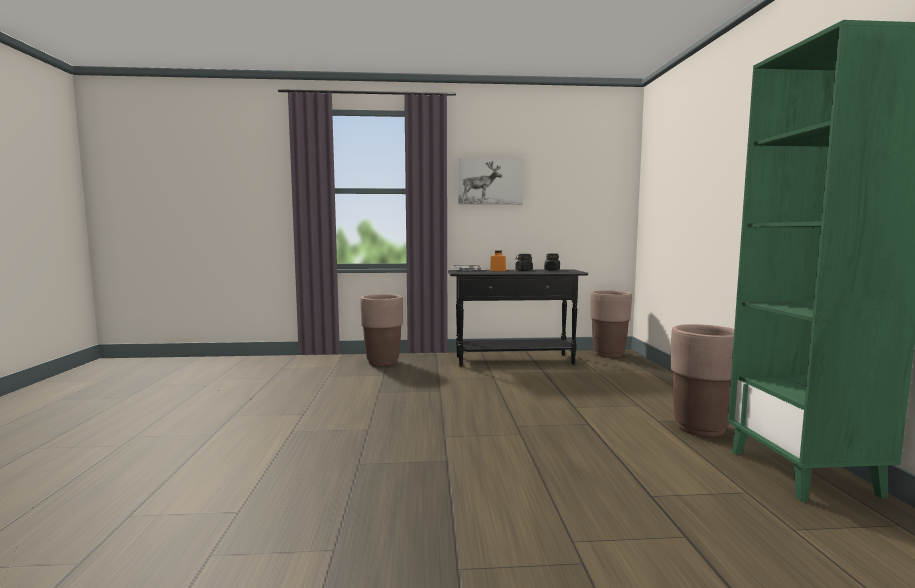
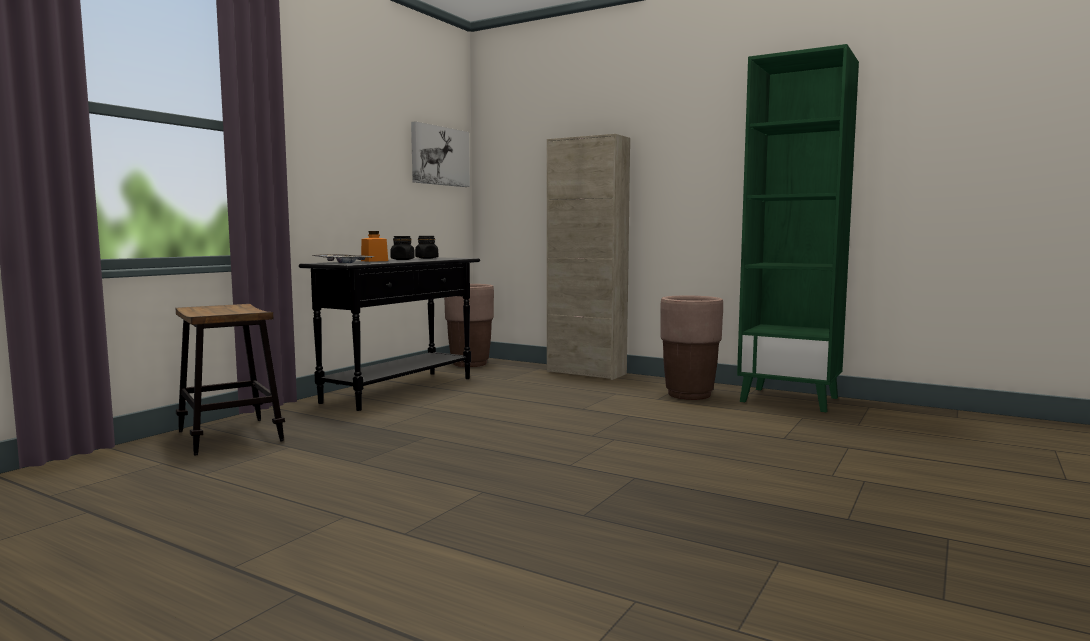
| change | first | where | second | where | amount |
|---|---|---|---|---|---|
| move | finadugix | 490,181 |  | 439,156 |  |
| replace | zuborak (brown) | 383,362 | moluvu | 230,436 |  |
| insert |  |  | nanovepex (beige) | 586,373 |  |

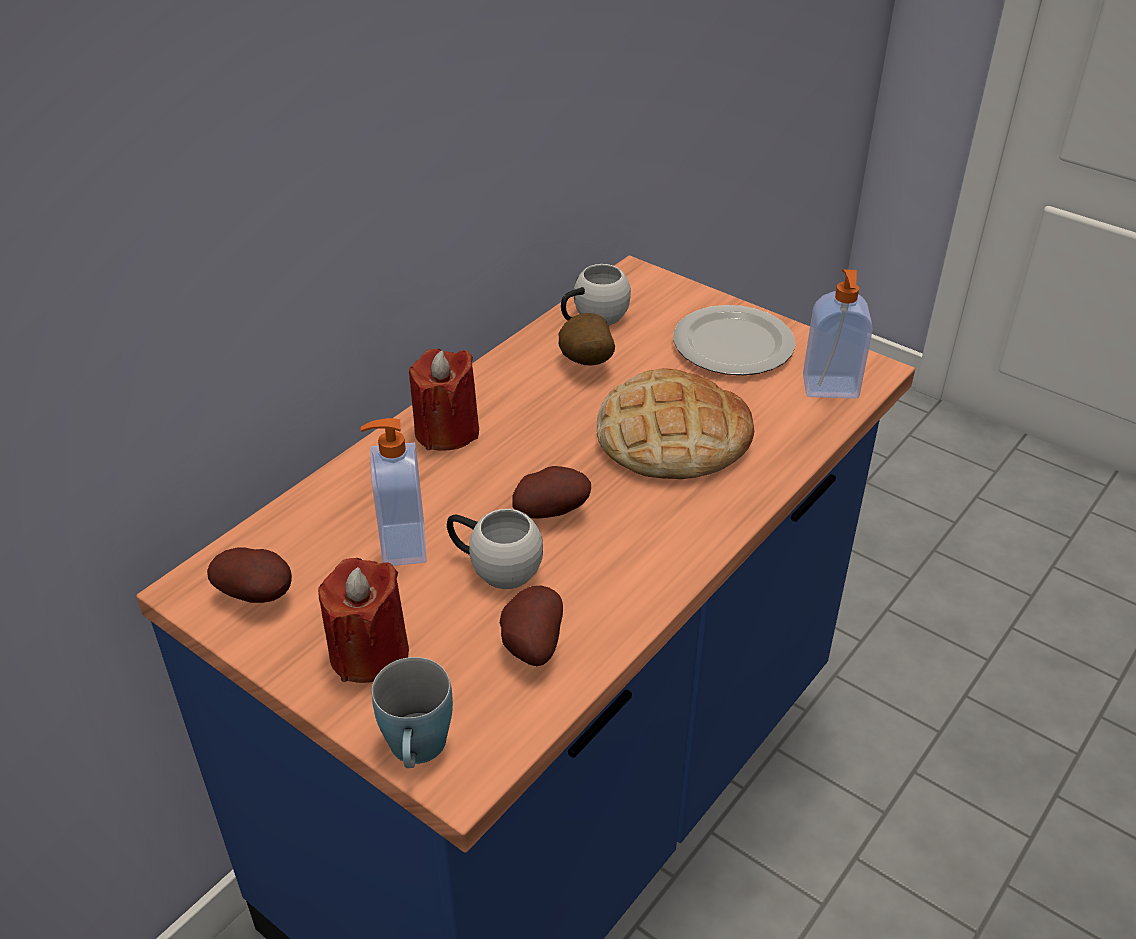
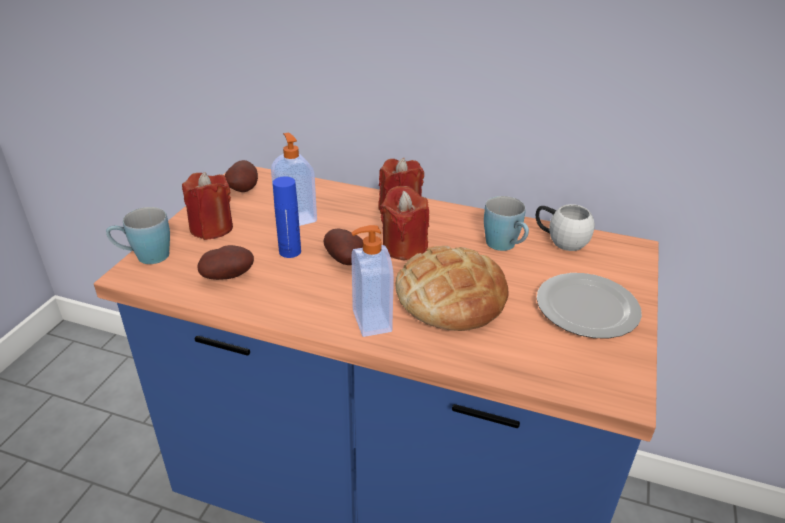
| change | first | where | second | where | amount |
|---|---|---|---|---|---|
| move | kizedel | 830,388 |  | 370,321 |  |
| replace | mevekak | 585,364 | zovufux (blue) | 505,246 |  |
| replace | zovufux (white) | 494,566 | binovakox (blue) | 290,251 |  |
| insert |  |  | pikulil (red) | 404,247 |  |

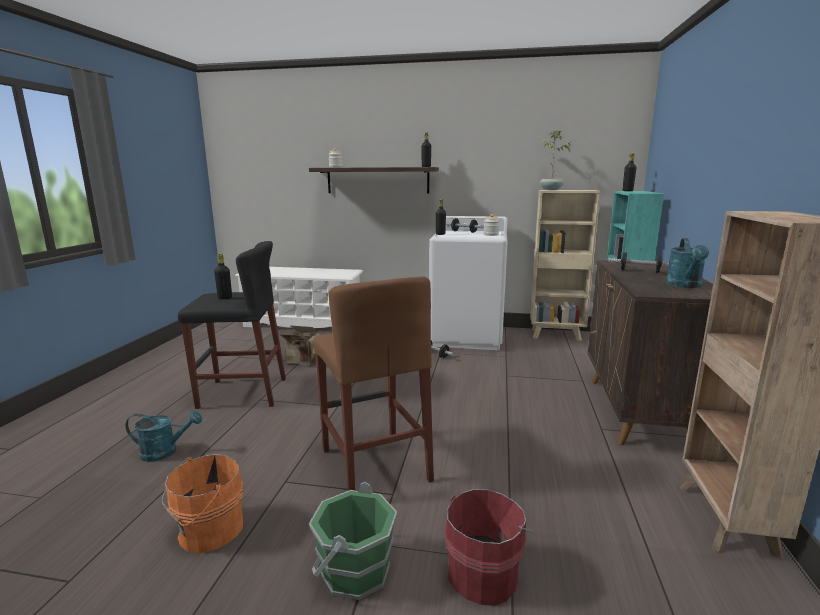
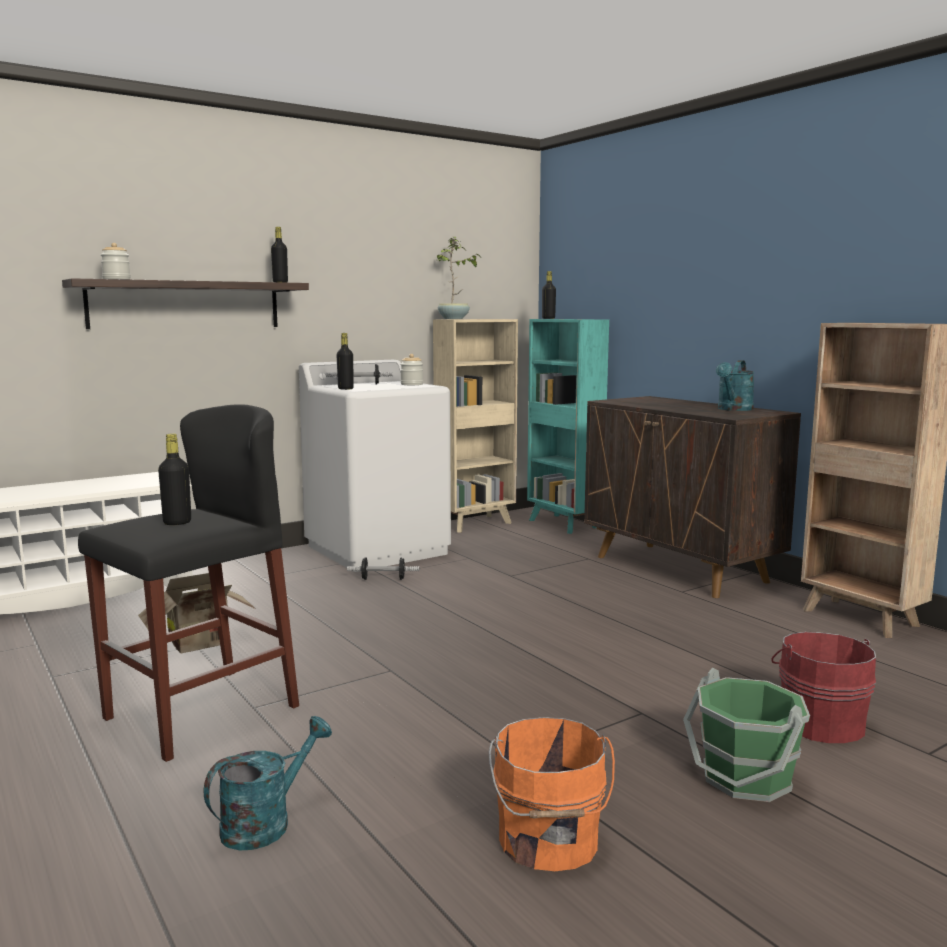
| change | first | where | second | where | amount |
|---|---|---|---|---|---|
| rotate | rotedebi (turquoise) | 685,286 |  | 733,409 | 60 degrees clockwise |
| delete | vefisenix | 640,271 |  |  |  |
| delete | moluvu (brown) | 375,464 |  |  |  |

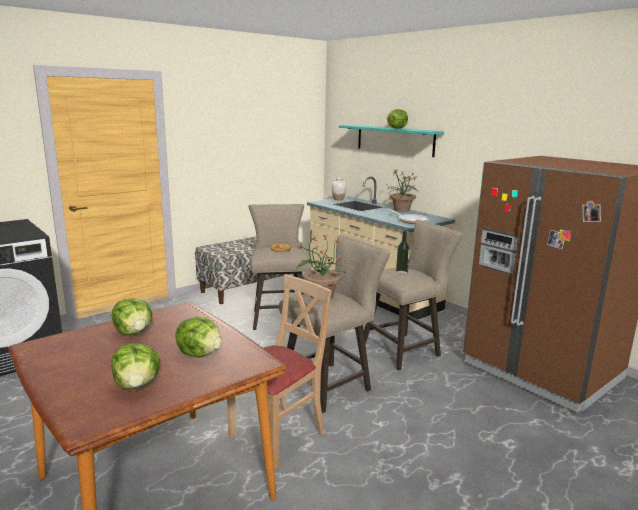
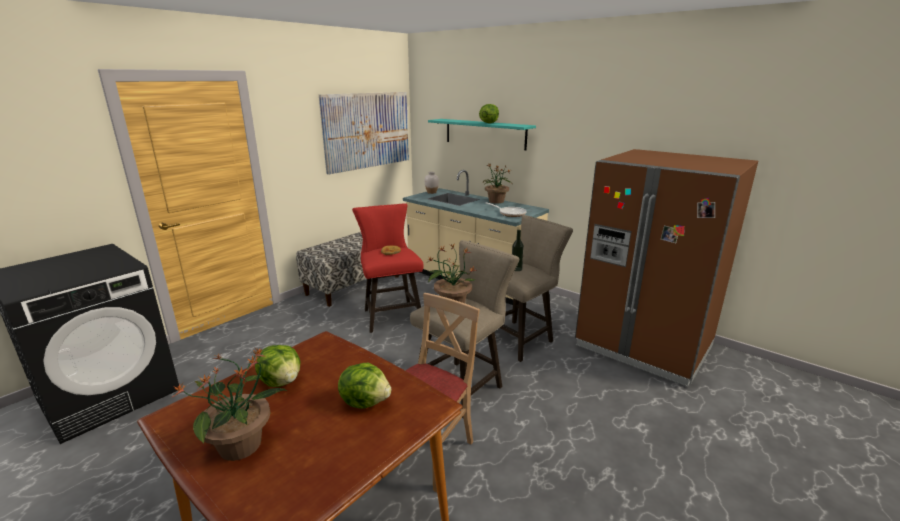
| change | first | where | second | where | amount |
|---|---|---|---|---|---|
| recolor | moluvu (beige) | 279,316 | moluvu (red) | 391,314 |  |
| delete | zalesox | 137,385 |  |  |  |
| insert |  |  | finadugix | 367,130 |  |
| insert |  |  | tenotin | 242,445 |  |

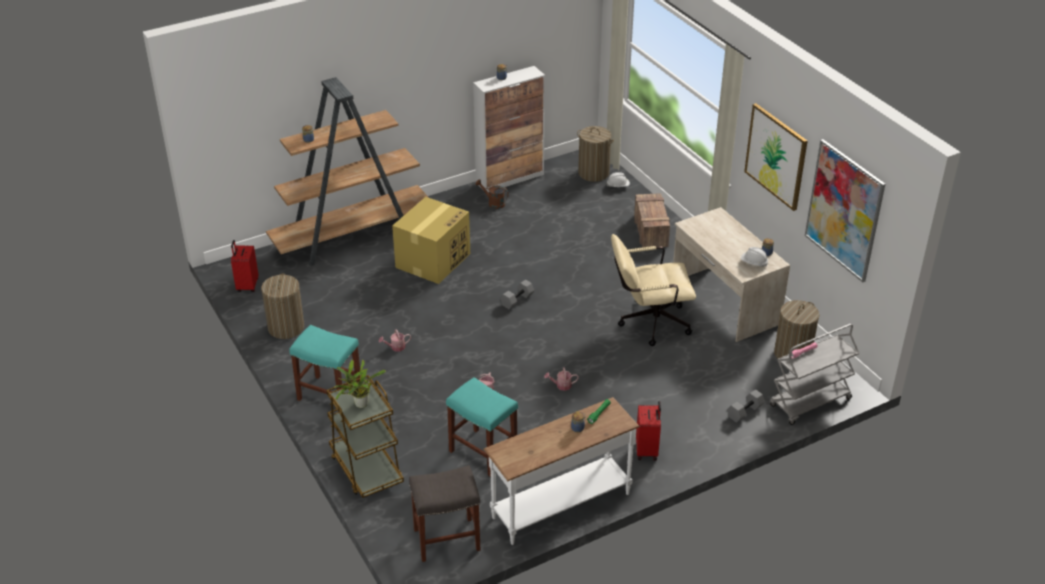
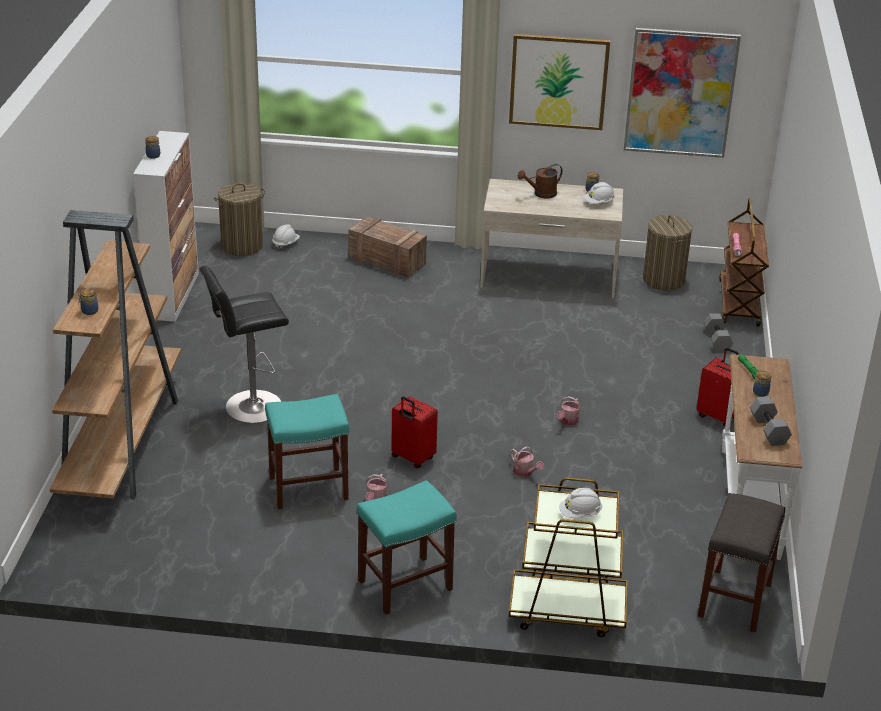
| change | first | where | second | where | amount |
|---|---|---|---|---|---|
| move | rotedebi (brown) | 493,203 |  | 541,194 |  |
| replace | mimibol | 433,260 | moluvu (black) | 249,407 |  |
| delete | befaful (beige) | 648,323 |  |  |  |
| move | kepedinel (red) | 247,286 |  | 412,458 |  |
| delete | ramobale | 286,327 |  |  |  |
| move | vefisenix (grey) | 517,299 |  | 767,430 |  |
| recolor | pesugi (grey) | 810,403 | pesugi (brown) | 739,304 |  |
| replace | tenotin | 359,405 | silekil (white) | 580,514 |  |
| move | moluvu (turquoise) | 482,452 |  | 307,488 |  |

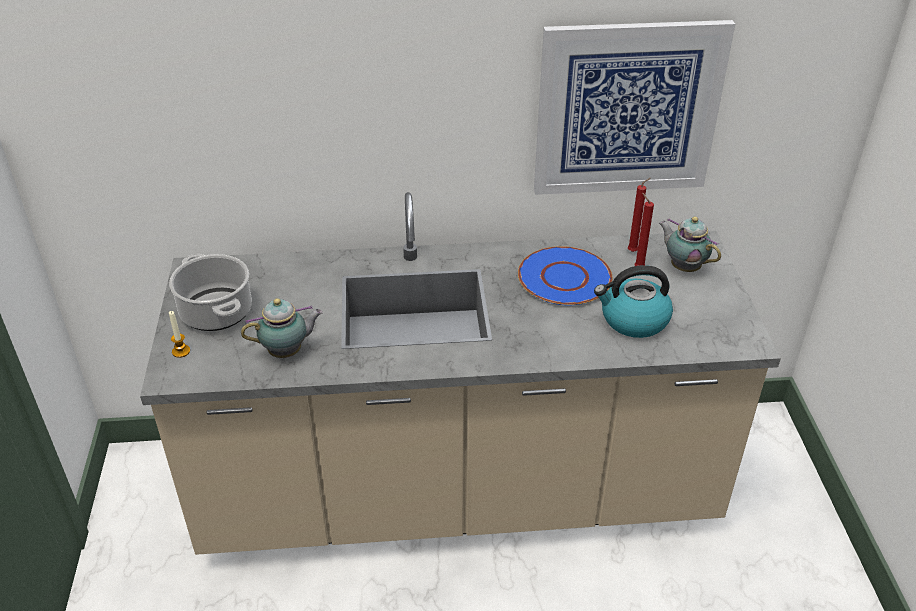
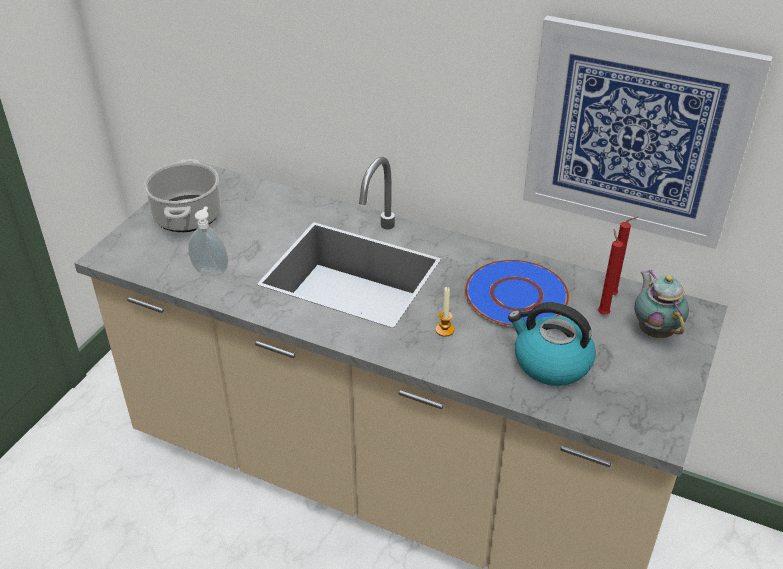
| change | first | where | second | where | amount |
|---|---|---|---|---|---|
| replace | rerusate | 287,352 | kizedel | 211,270 |  |
| move | pikulil | 181,351 |  | 444,330 |  |

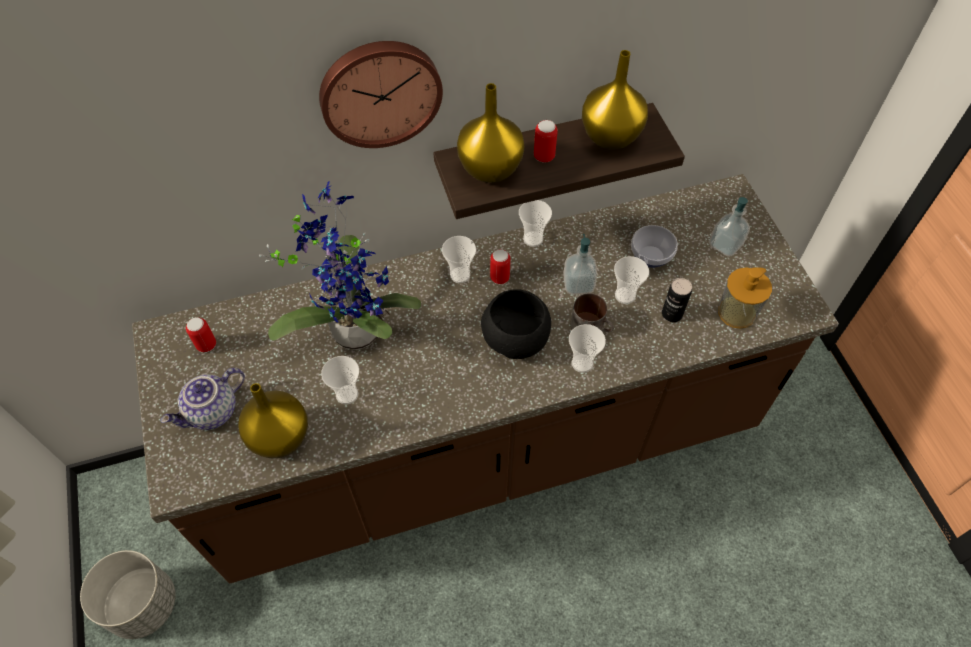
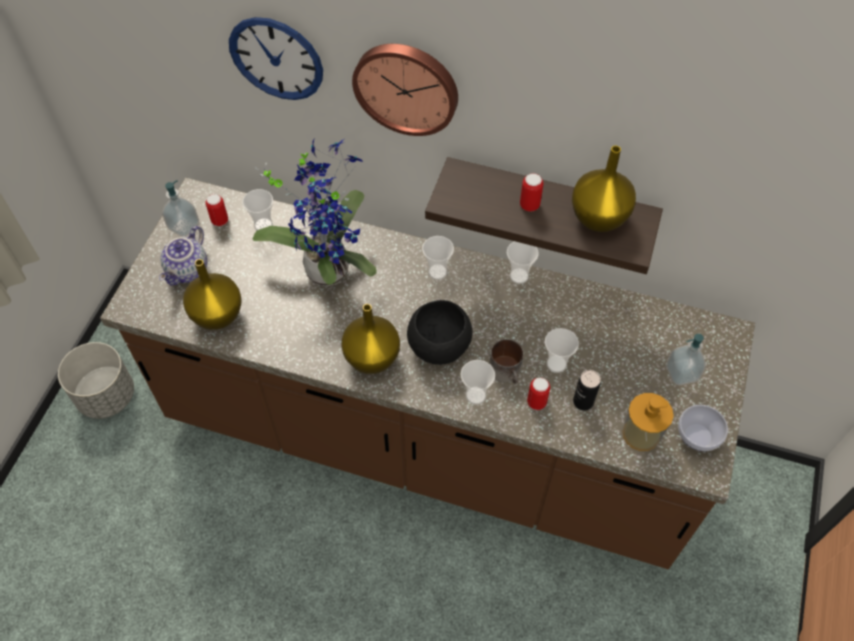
| change | first | where | second | where | amount |
|---|---|---|---|---|---|
| move | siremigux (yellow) | 489,170 |  | 370,358 |  |
| move | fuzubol | 649,257 |  | 696,436 |  |
| move | kizedel | 578,284 |  | 184,226 |  |
| move | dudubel | 499,278 |  | 536,402 |  |
| move | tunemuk | 347,394 |  | 263,225 |  |
| rotate | rerusate | 213,412 |  | 188,271 | 60 degrees counterclockwise |
| insert |  |  | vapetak | 276,58 |  |

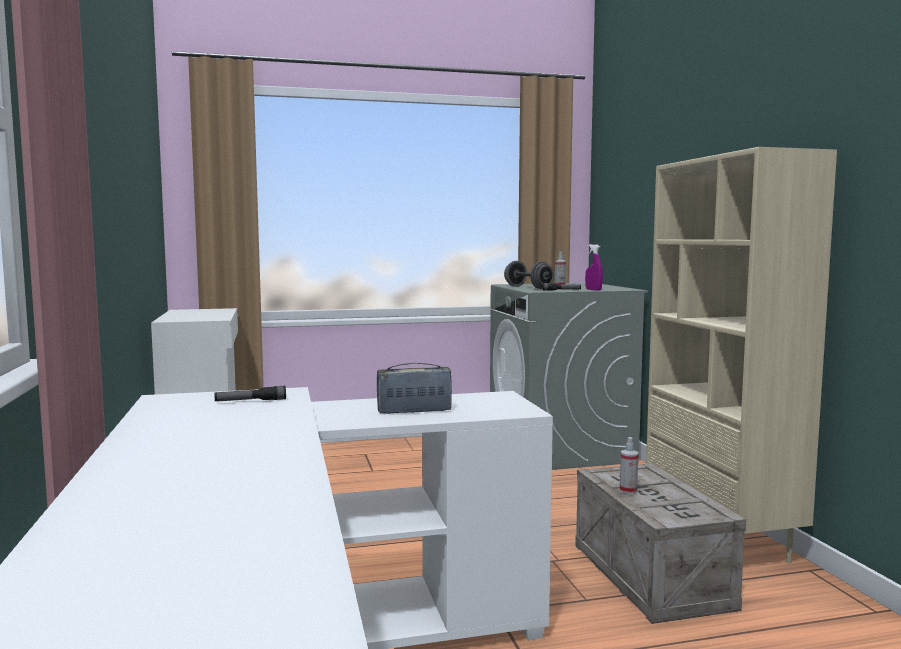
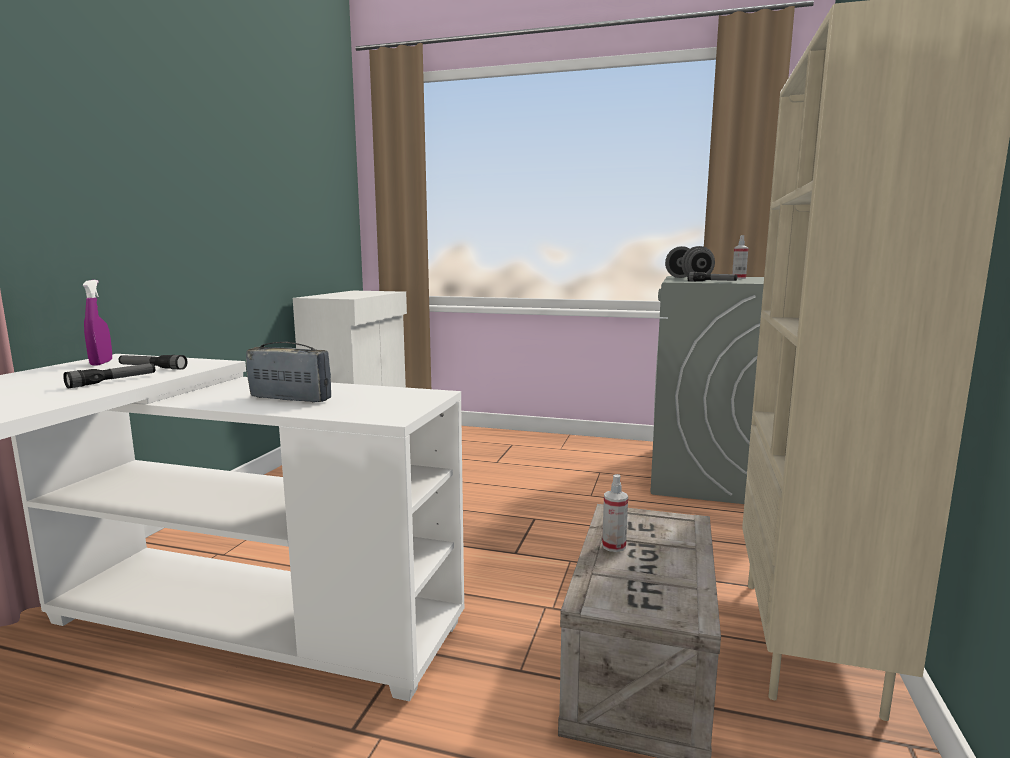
| change | first | where | second | where | amount |
|---|---|---|---|---|---|
| move | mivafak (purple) | 593,290 |  | 101,363 |  |
| insert |  |  | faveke | 113,381 |  |

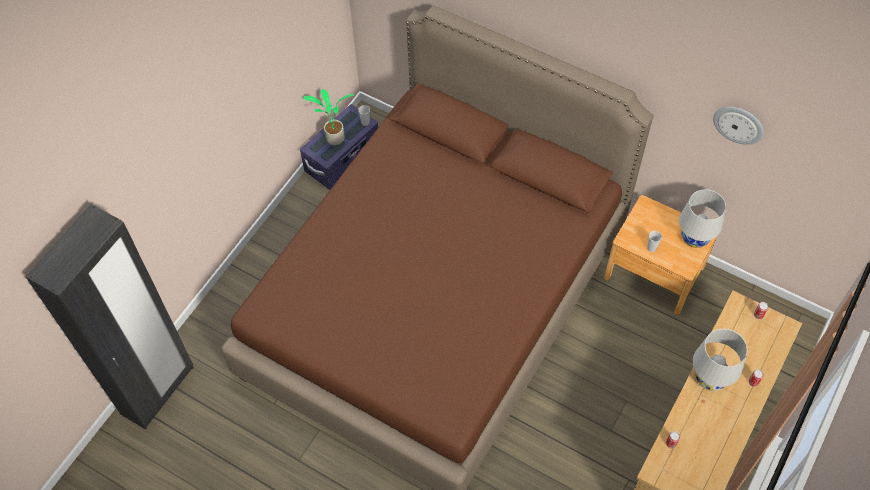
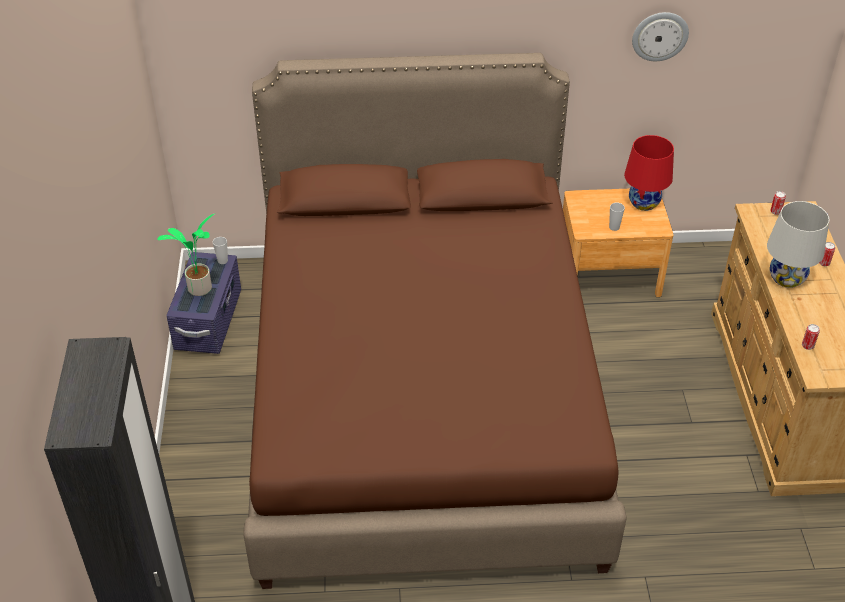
| change | first | where | second | where | amount |
|---|---|---|---|---|---|
| recolor | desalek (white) | 694,238 | desalek (red) | 644,203 |  |

